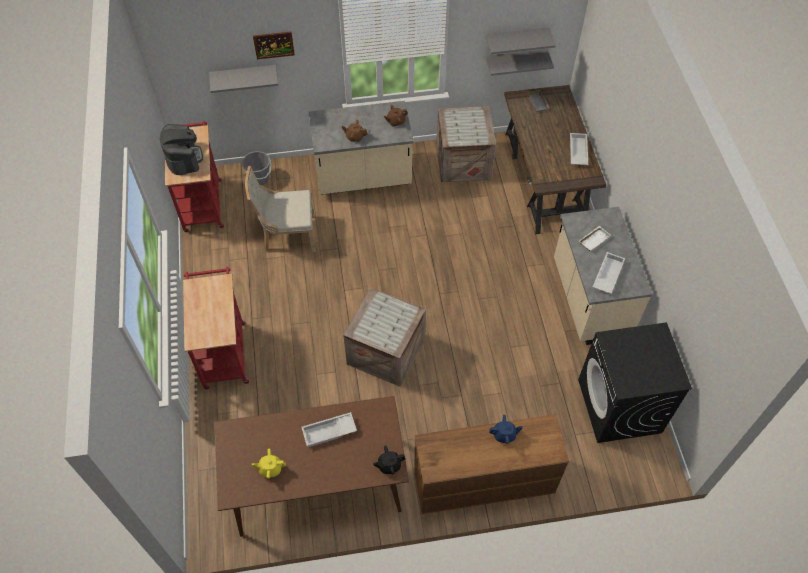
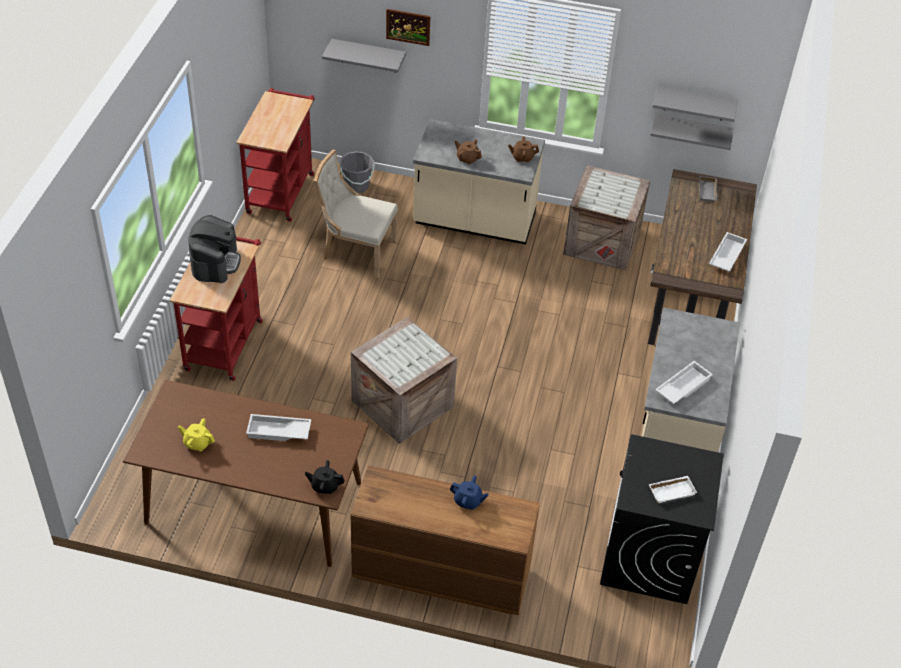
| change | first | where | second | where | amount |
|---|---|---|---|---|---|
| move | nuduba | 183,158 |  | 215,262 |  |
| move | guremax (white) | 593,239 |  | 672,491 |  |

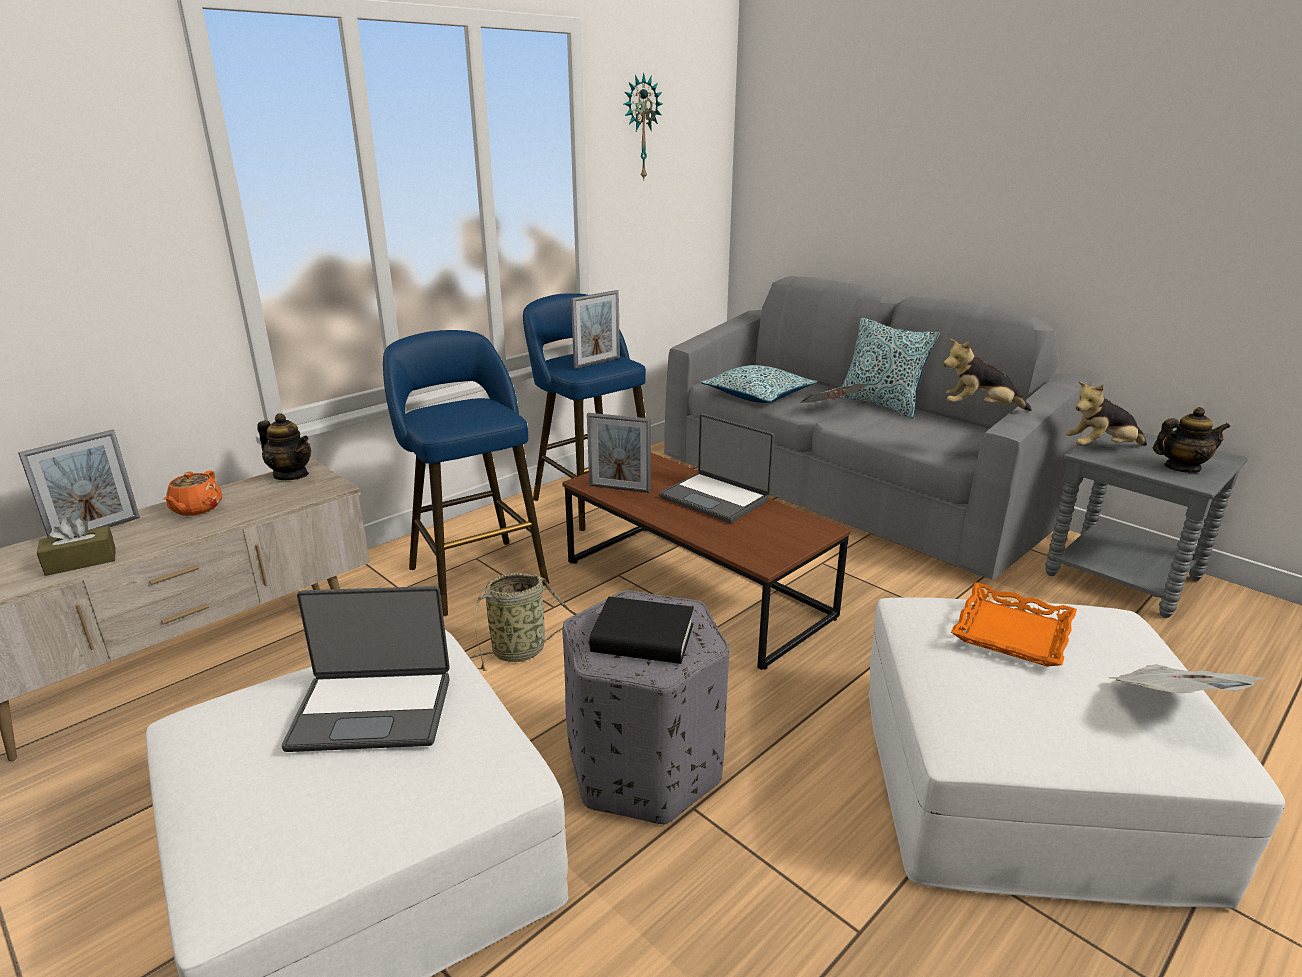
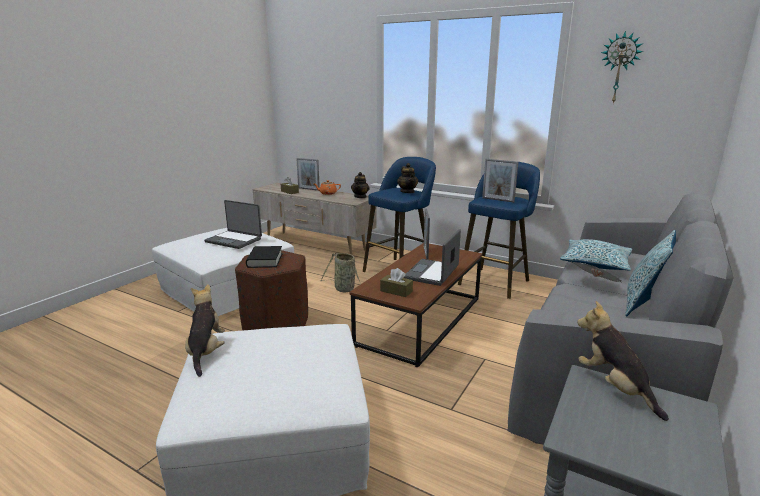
| change | first | where | second | where | amount |
|---|---|---|---|---|---|
| move | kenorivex | 979,409 |  | 206,351 |  |
| move | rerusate | 1181,468 |  | 407,192 |  |
| delete | guremax (orange) | 1011,632 |  |  |  |
| rotate | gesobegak | 373,710 |  | 234,240 | 45 degrees counterclockwise |
| recolor | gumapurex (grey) | 645,767 | gumapurex (brown) | 276,325 |  |
| delete | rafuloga | 1173,704 |  |  |  |
| insert |  |  | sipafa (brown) | 396,291 |  |

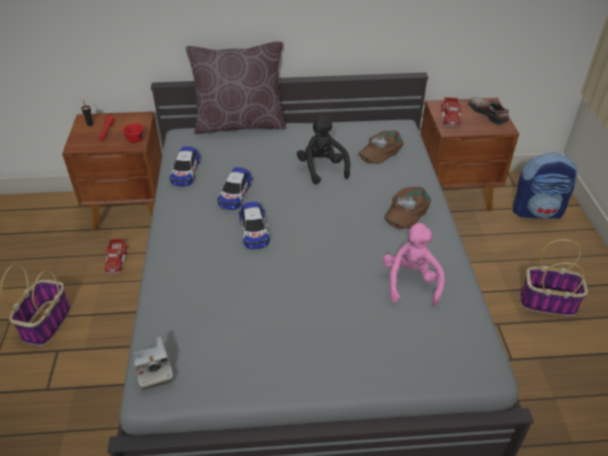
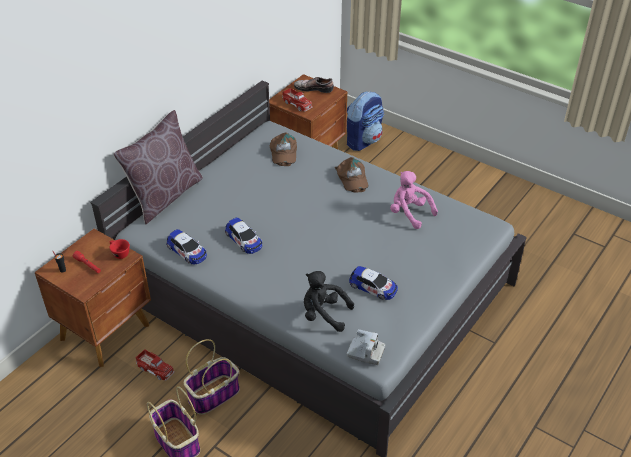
| change | first | where | second | where | amount |
|---|---|---|---|---|---|
| move | kenorivex (black) | 322,168 |  | 324,314 |  |
| move | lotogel | 254,230 |  | 373,287 |  |
| move | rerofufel | 548,302 |  | 214,394 |  |

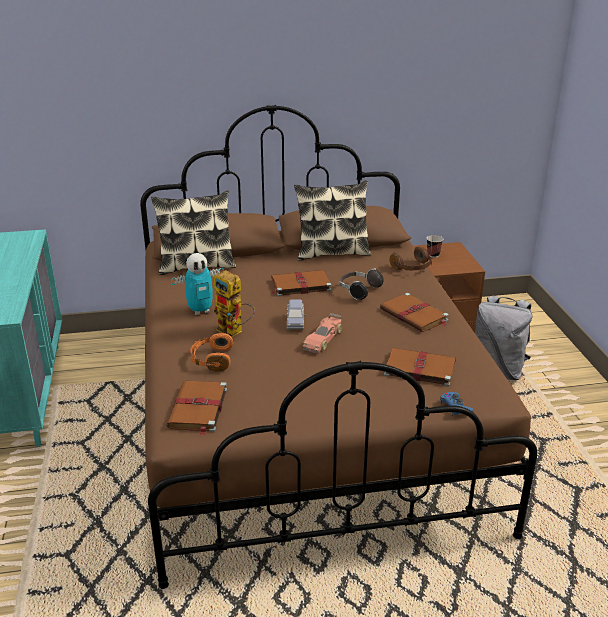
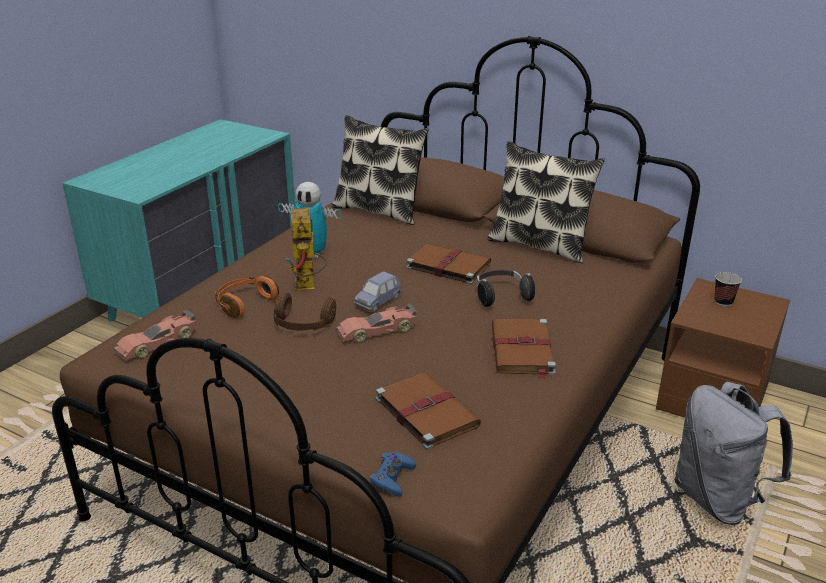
| change | first | where | second | where | amount |
|---|---|---|---|---|---|
| move | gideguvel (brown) | 412,267 |  | 303,324 |  |
| replace | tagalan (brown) | 198,409 | lotogel | 158,343 |  |

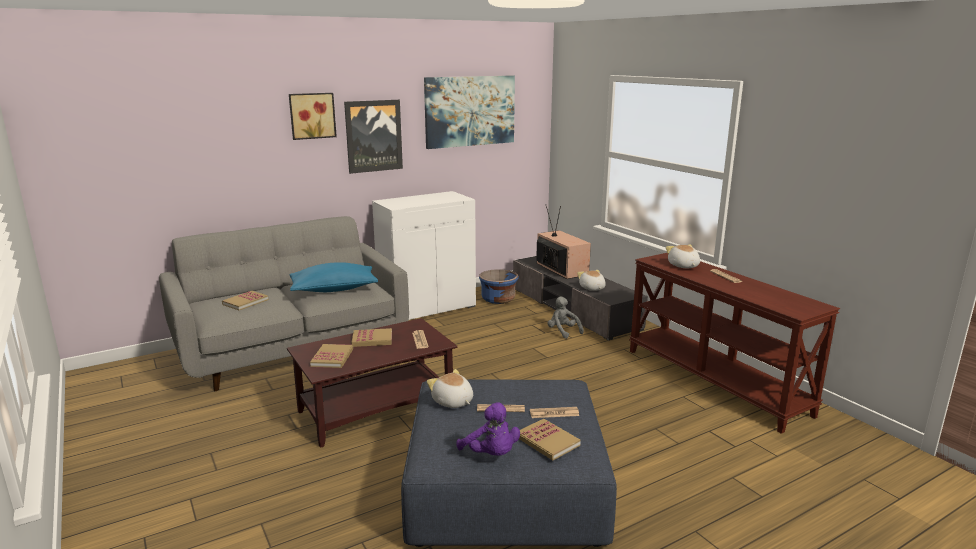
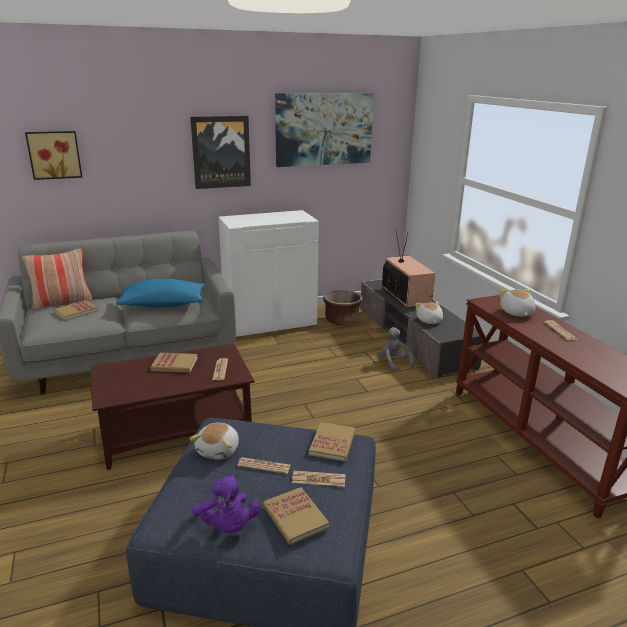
| change | first | where | second | where | amount |
|---|---|---|---|---|---|
| move | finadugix | 312,115 |  | 54,154 |  |
| recolor | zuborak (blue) | 498,299 | zuborak (brown) | 342,320 |  |
| move | tagalan | 332,358 |  | 332,443 |  |
| rotate | kenorivex | 452,402 |  | 219,450 | 135 degrees counterclockwise |
| insert |  |  | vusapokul | 62,302 |  |

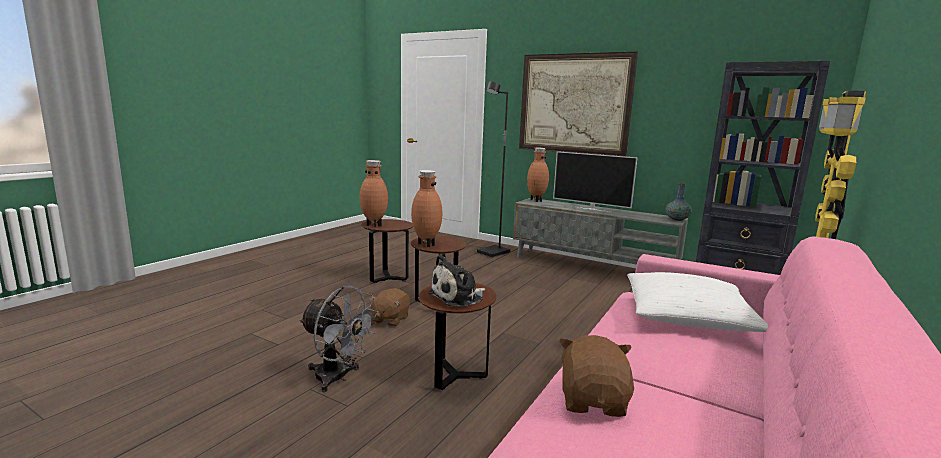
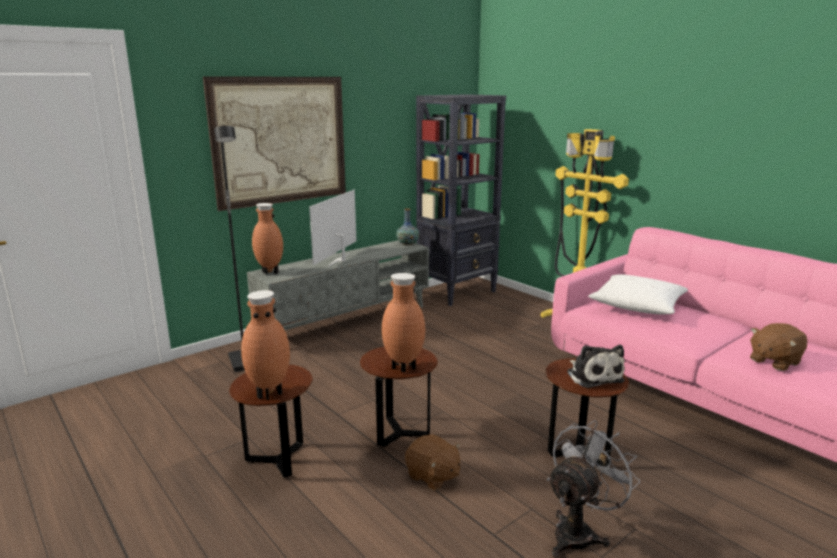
| change | first | where | second | where | amount |
|---|---|---|---|---|---|
| rotate | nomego | 591,209 |  | 340,260 | 150 degrees clockwise |
| rotate | kenorivex (brown) | 593,401 |  | 774,361 | 60 degrees counterclockwise |

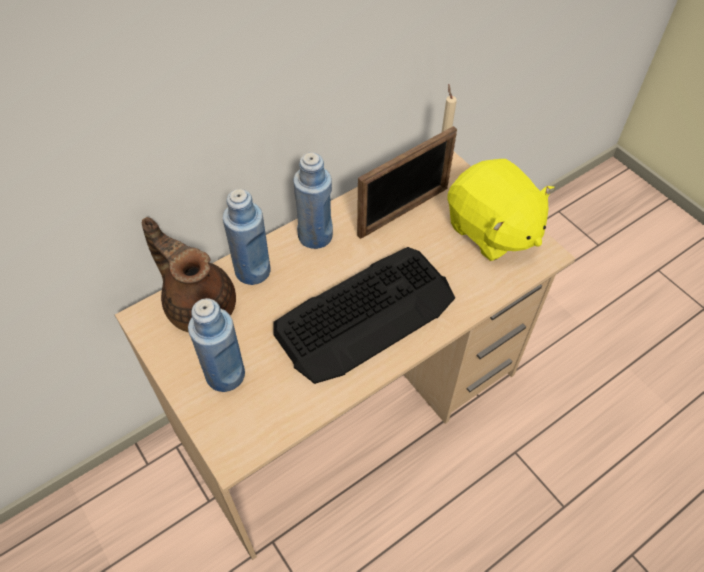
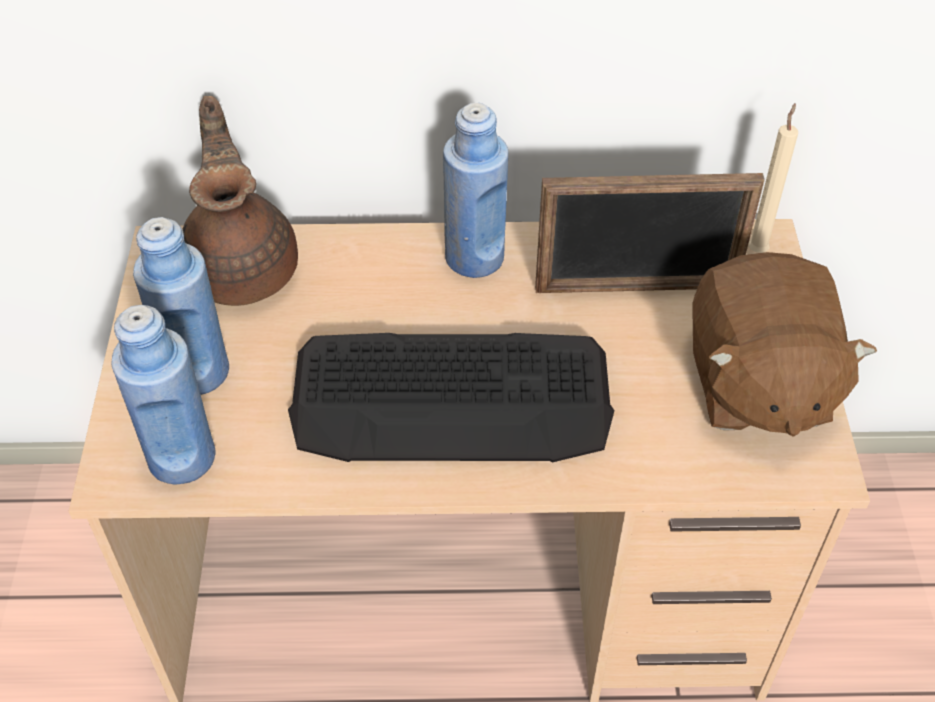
| change | first | where | second | where | amount |
|---|---|---|---|---|---|
| recolor | kenorivex (yellow) | 491,230 | kenorivex (brown) | 756,385 |  |
| move | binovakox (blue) | 253,271 |  | 182,457 |  |

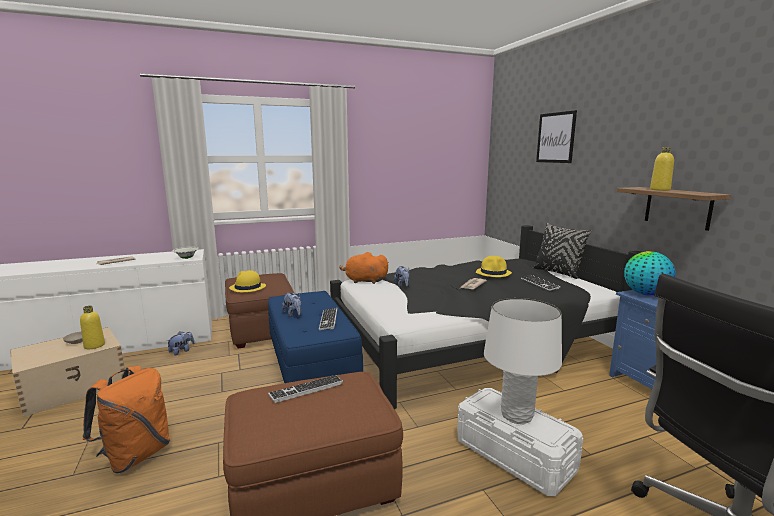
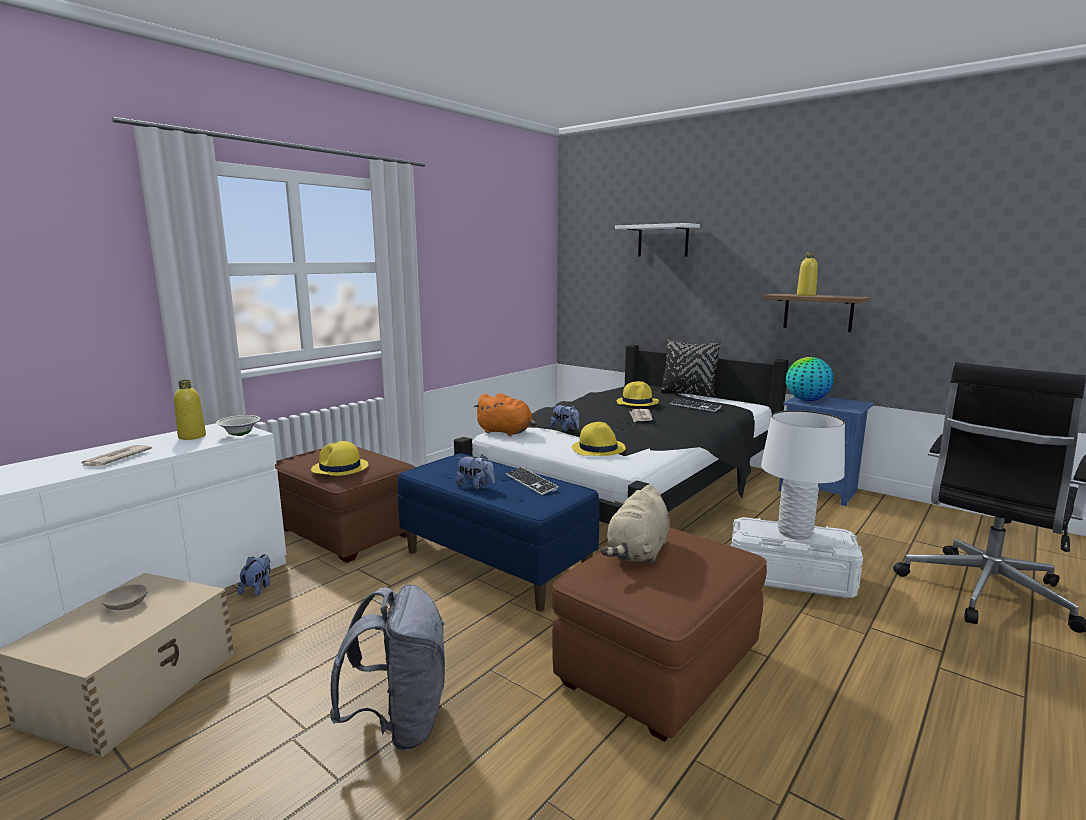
| change | first | where | second | where | amount |
|---|---|---|---|---|---|
| replace | finadugix | 555,137 | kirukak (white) | 663,241 |  |
| rotate | kenorivex (orange) | 364,281 |  | 506,432 | 135 degrees counterclockwise |
| move | binovakox (yellow) | 94,345 |  | 192,436 |  |
| recolor | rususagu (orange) | 135,455 | rususagu (grey) | 399,723 |  |
| replace | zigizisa | 306,389 | kenorivex (beige) | 638,553 |  |
| insert |  |  | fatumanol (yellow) | 598,448 |  |

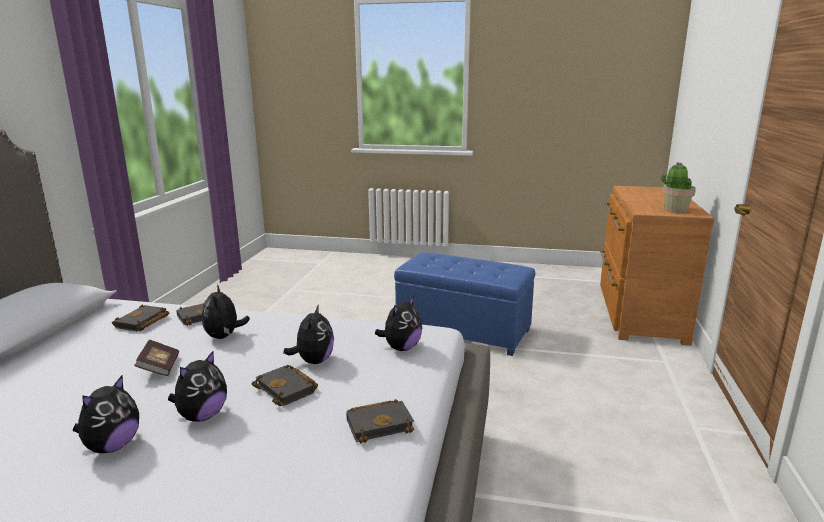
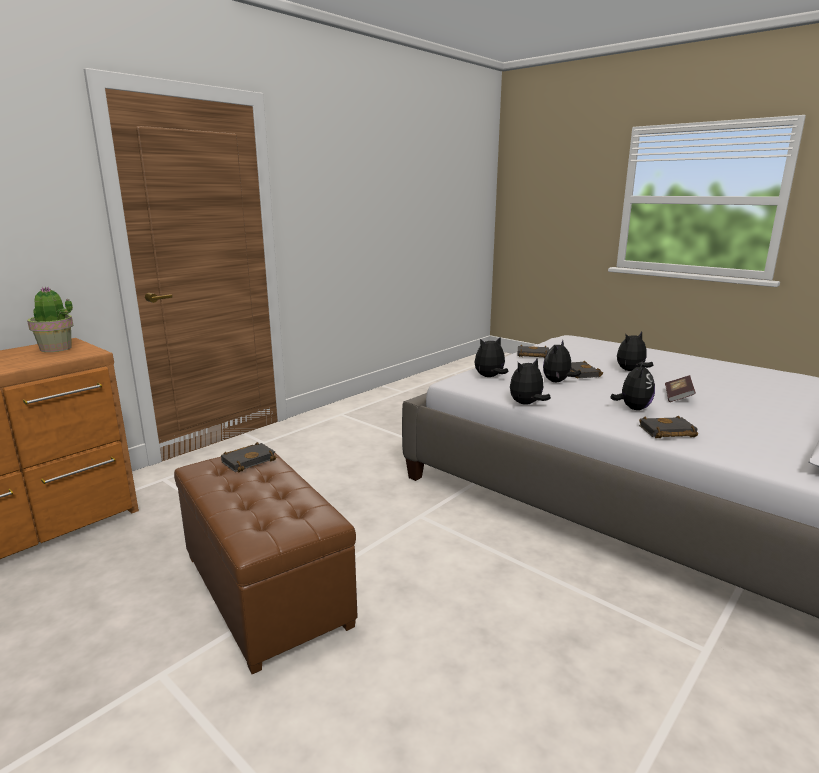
| change | first | where | second | where | amount |
|---|---|---|---|---|---|
| recolor | gumapurex (blue) | 463,330 | gumapurex (brown) | 264,590 |  |
| move | tagalan (black) | 142,322 |  | 249,460 |  |
| move | kenorivex | 112,446 |  | 527,404 |  |

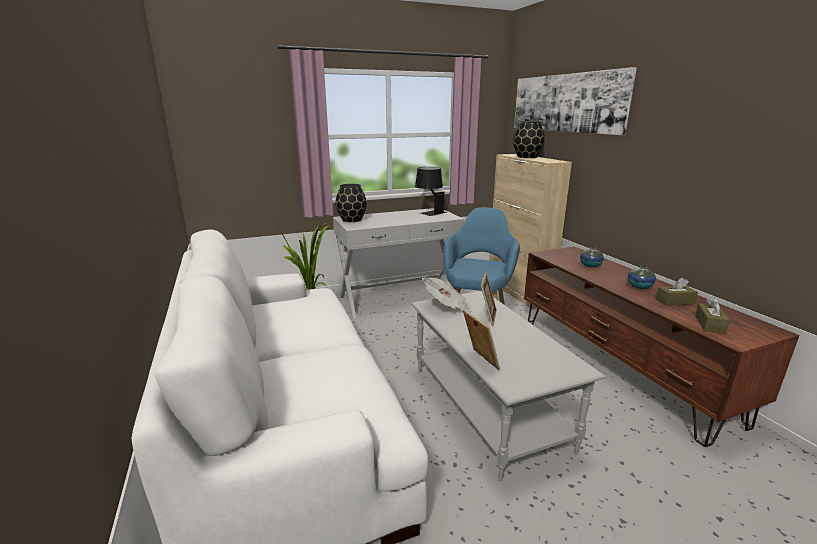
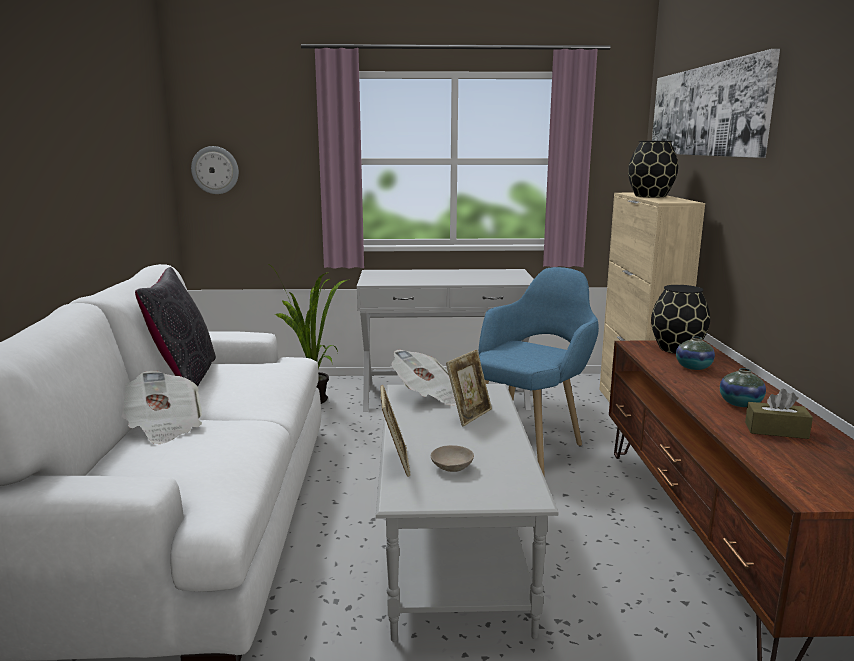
| change | first | where | second | where | amount |
|---|---|---|---|---|---|
| delete | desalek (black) | 429,211 |  |  |  |
| move | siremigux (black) | 352,219 |  | 677,348 |  |
| delete | sipafa (brown) | 709,324 |  |  |  |
| insert |  |  | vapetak | 215,170 |  |
| insert |  |  | vusapokul (black) | 184,377 |  |
| insert |  |  | rafuloga | 163,427 |  |
| insert |  |  | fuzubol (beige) | 453,466 |  |

